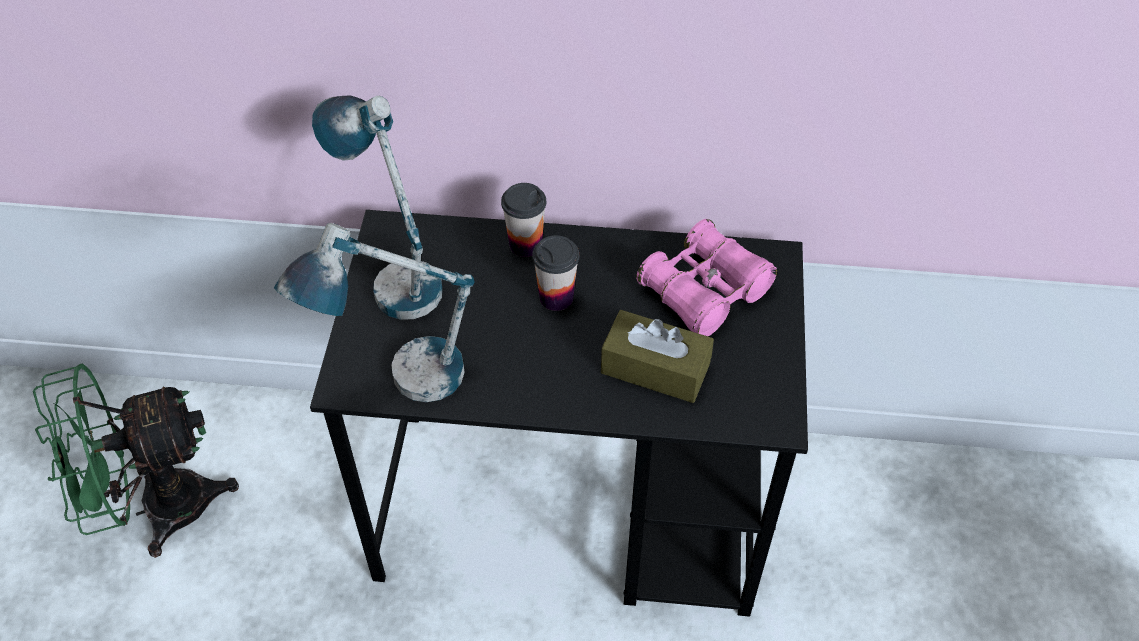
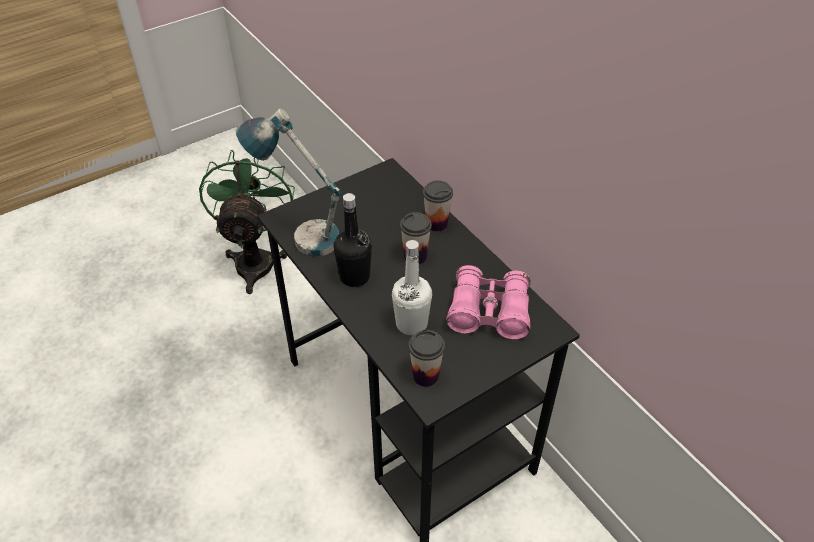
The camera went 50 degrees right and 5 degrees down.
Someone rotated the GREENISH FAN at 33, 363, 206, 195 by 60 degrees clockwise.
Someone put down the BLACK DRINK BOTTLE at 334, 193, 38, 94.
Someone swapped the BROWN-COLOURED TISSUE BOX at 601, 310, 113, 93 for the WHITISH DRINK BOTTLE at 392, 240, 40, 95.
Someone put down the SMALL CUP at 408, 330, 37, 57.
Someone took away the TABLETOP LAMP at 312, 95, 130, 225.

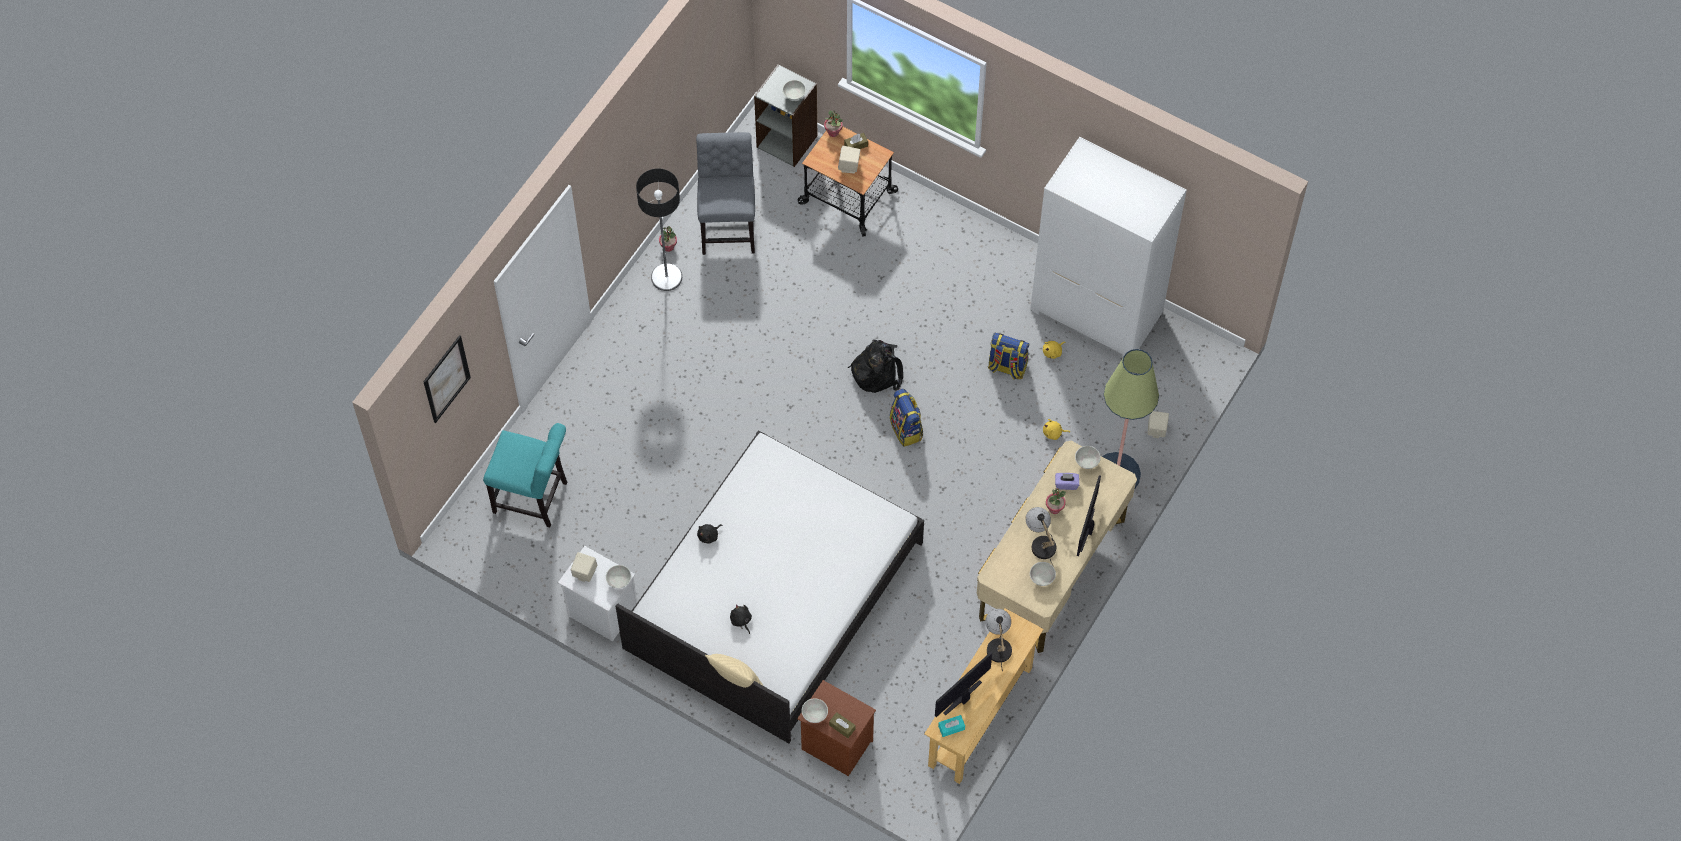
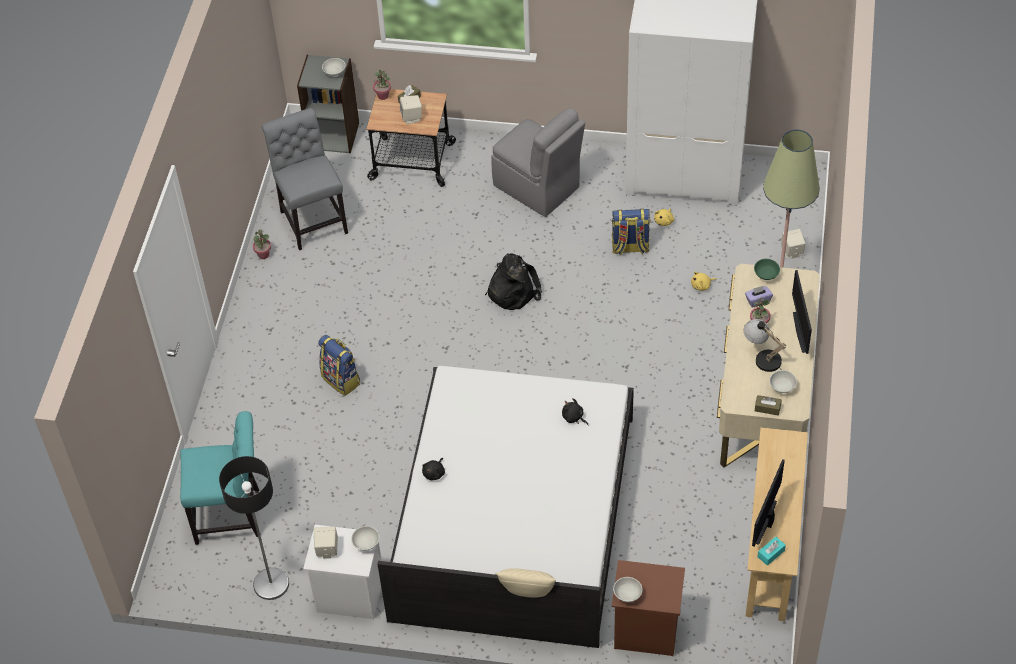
The camera went 20 degrees left and 10 degrees down.
Someone carried the FLOOR LAMP from 636, 168, 46, 123 to 219, 456, 70, 144.
Someone carried the BACKPACK from 890, 389, 33, 58 to 318, 335, 42, 61.
Someone put down the GREYISH CHAIR at 491, 108, 94, 109.
Someone carried the BLACK SOFT TOY from 730, 604, 22, 30 to 562, 398, 26, 27.
Someone repainted the WHITISH SERVING BOWL at 1075, 446, 26, 23, which became the GREENISH SERVING BOWL at 754, 259, 26, 21.
Someone carried the BROWN-COLOURED TISSUE BOX from 829, 712, 27, 26 to 755, 395, 27, 21.
Someone took away the WALL PICTURE at 423, 335, 48, 88.
Someone took away the TABLETOP LAMP at 985, 609, 27, 62.

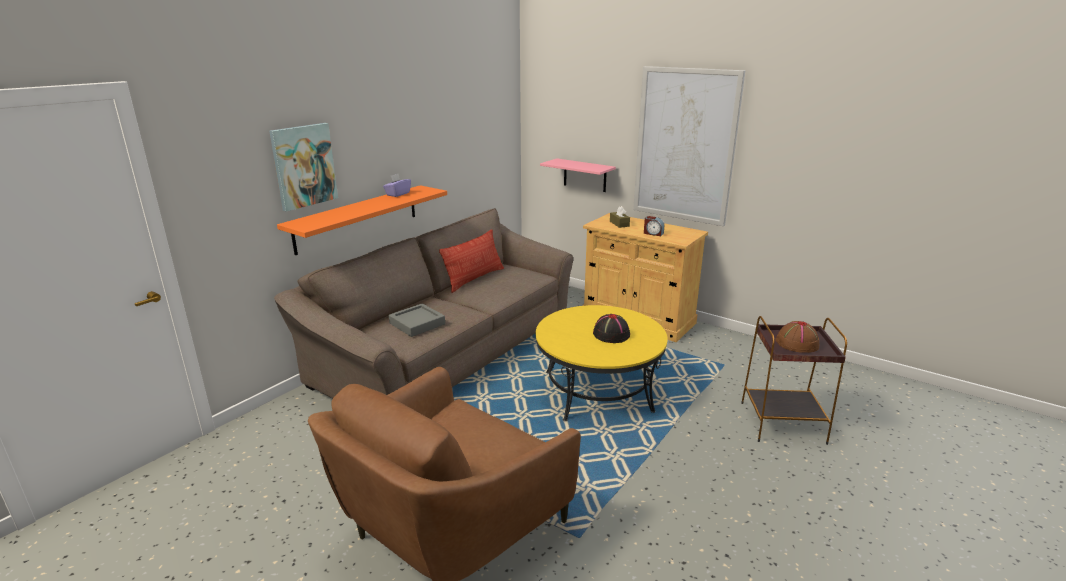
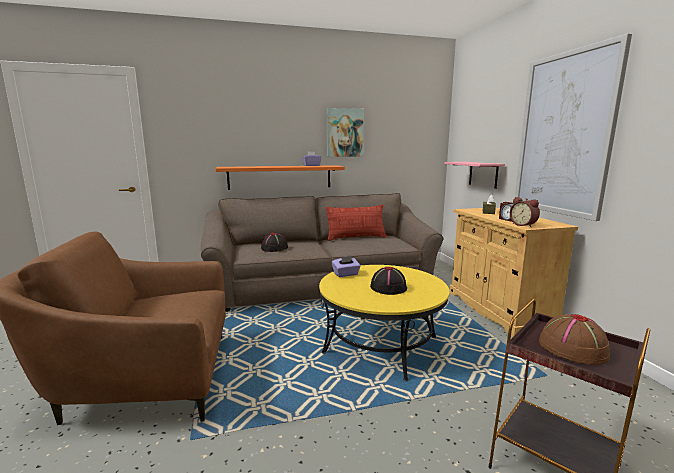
The camera went 40 degrees right and 10 degrees down.
Someone swapped the GREYISH CARRYING TRAY at 389, 303, 56, 34 for the BLACK HAT at 261, 233, 27, 19.
Someone carried the WALL PICTURE from 269, 123, 69, 89 to 326, 108, 38, 49.
Someone put down the PURPLISH TISSUE BOX at 332, 256, 28, 21.
Someone put down the BEDSIDE CLOCK at 510, 197, 30, 30.

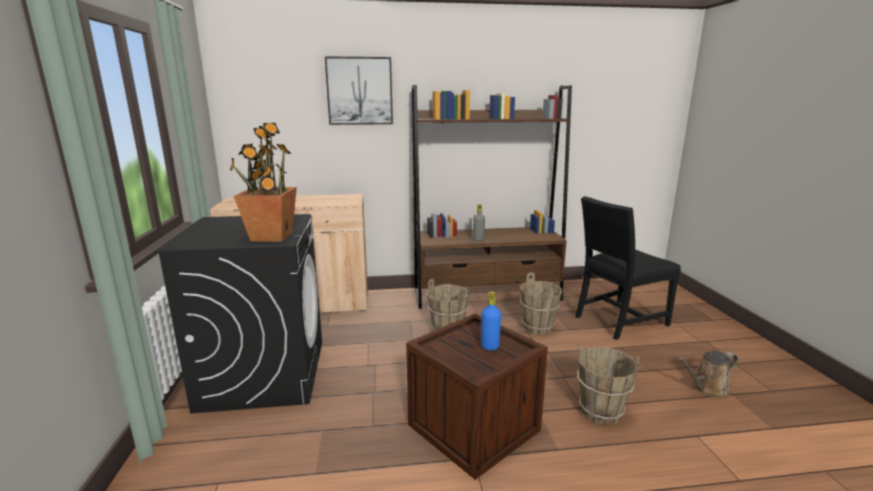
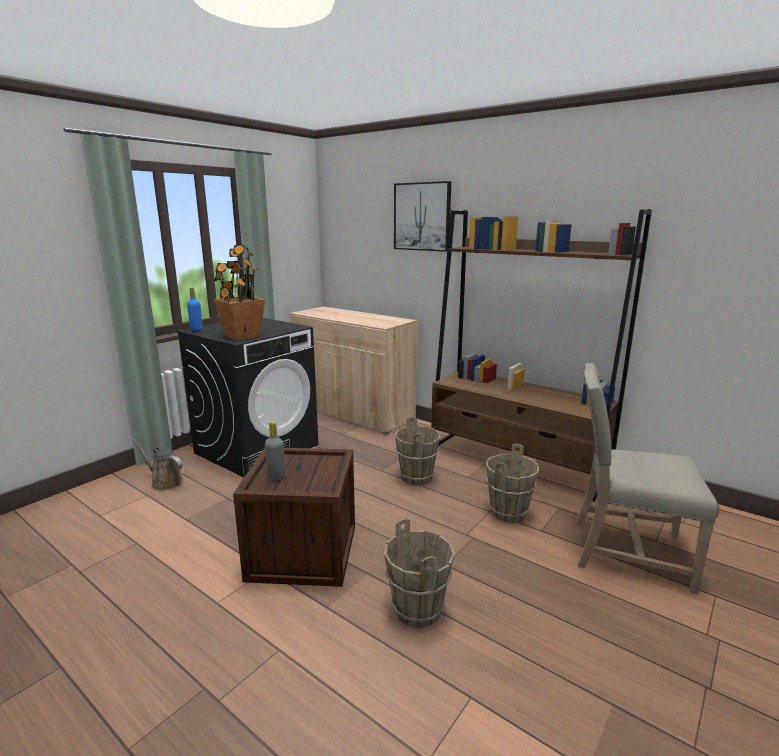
The camera went 45 degrees right and 0 degrees up.
Someone carried the BROWN-COLOURED WATERING CAN from 678, 351, 60, 47 to 133, 439, 50, 52.
Someone carried the BLUE DRINK BOTTLE from 481, 291, 20, 59 to 187, 288, 16, 43.
Someone carried the GREYISH DRINK BOTTLE from 473, 204, 12, 37 to 265, 421, 20, 60.
Someone repainted the BLACK CHAIR at 575, 196, 106, 144, which became the SAND-COLOURED CHAIR at 575, 363, 144, 232.

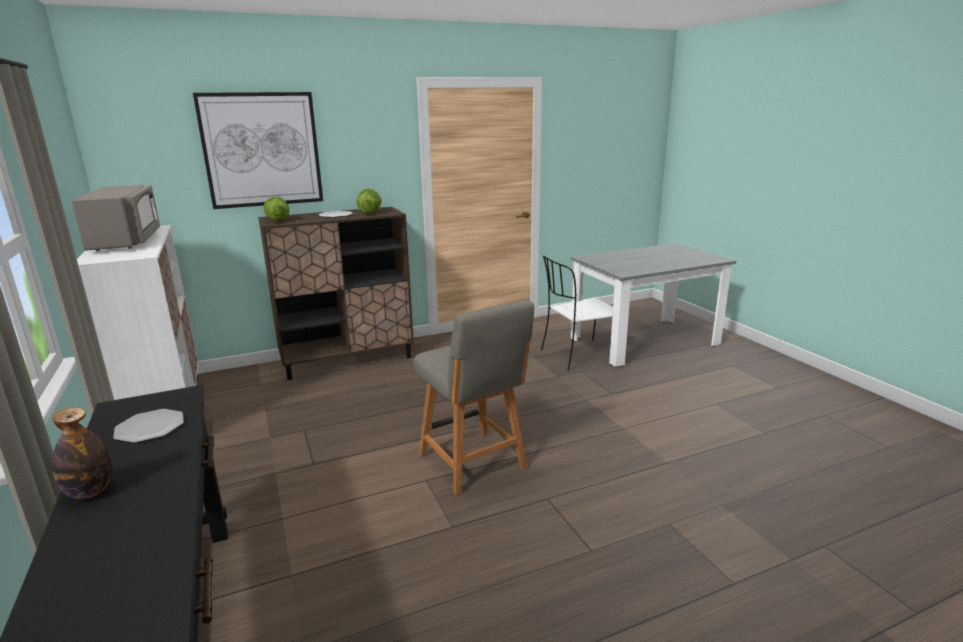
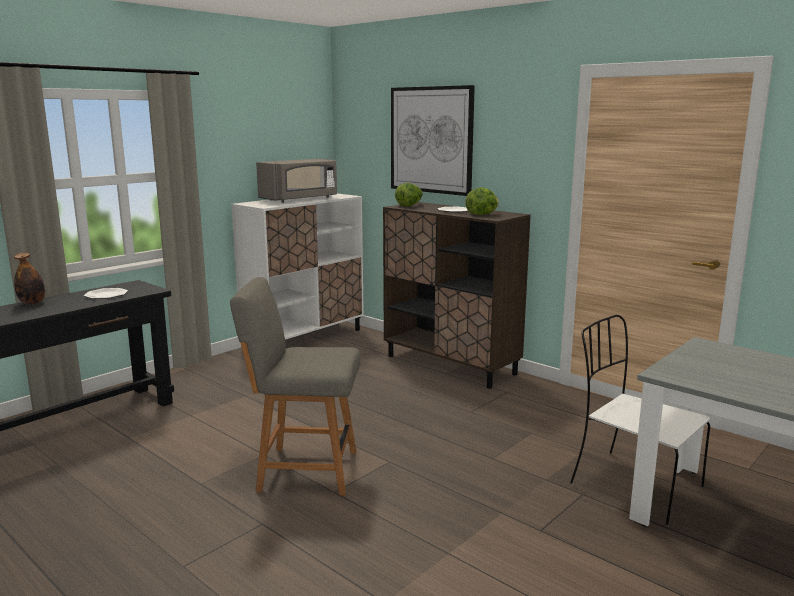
The camera went 65 degrees right and 5 degrees down.
Someone rotated the GREYISH CHAIR at 413, 300, 121, 196 by 60 degrees clockwise.

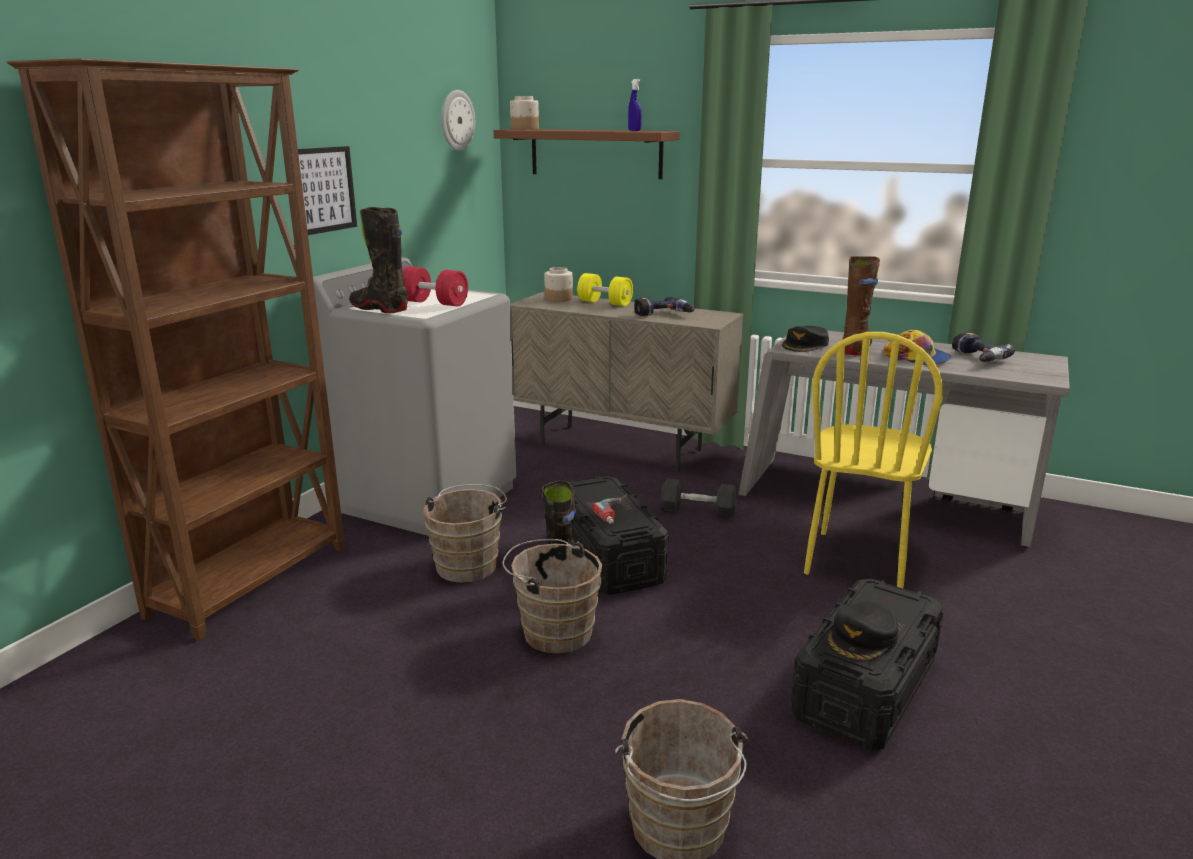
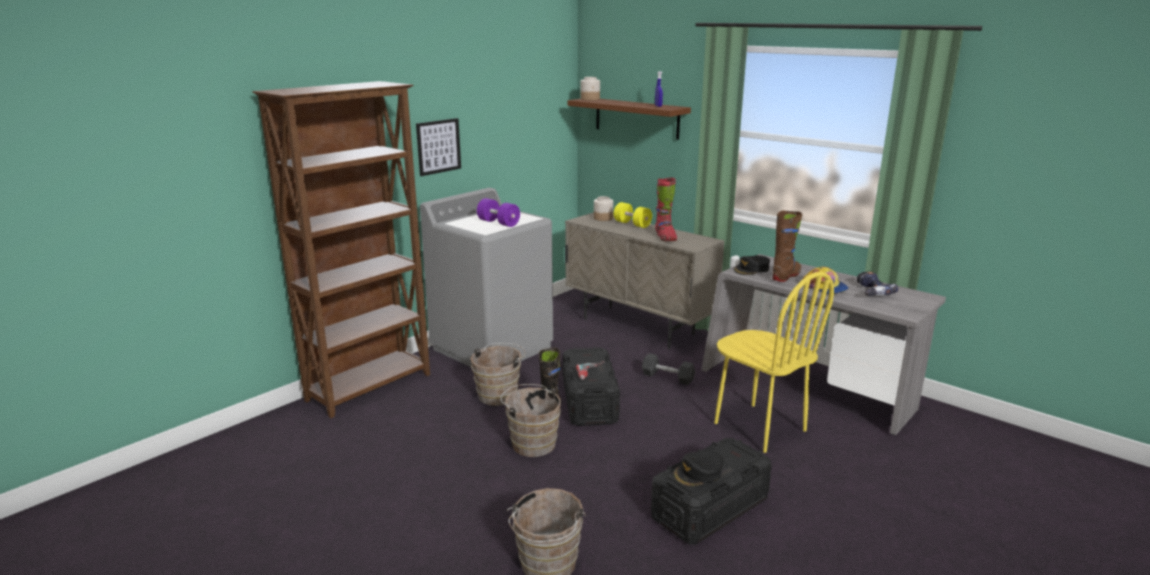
The camera went 15 degrees right and 0 degrees up.
Someone repainted the RED-COLOURED DUMBBELL at 402, 266, 66, 40, which became the PURPLISH DUMBBELL at 477, 198, 43, 29.
Someone swapped the DRILL at 634, 296, 60, 20 for the RED-COLOURED TALL BOOT at 655, 177, 22, 64.
Someone rotated the YELLOW-COLOURED CHAIR at 804, 332, 139, 257 by 75 degrees counterclockwise.
Someone took away the BLACK TALL BOOT at 349, 207, 59, 107.
Someone took away the CLOCK ON THE WALL at 441, 90, 34, 61.

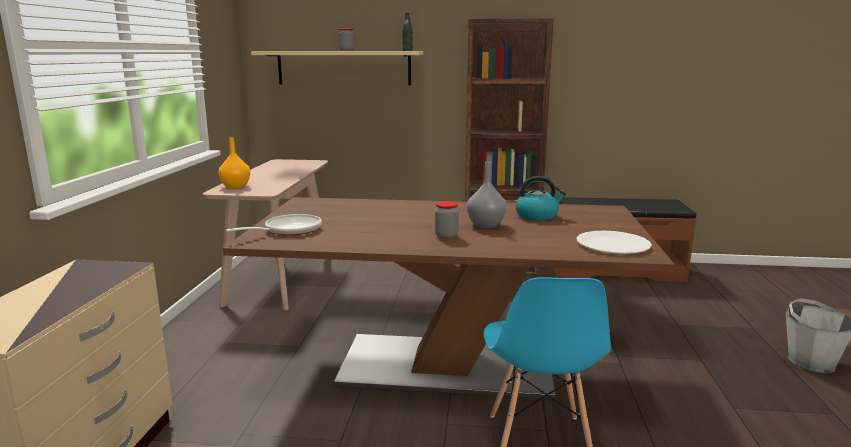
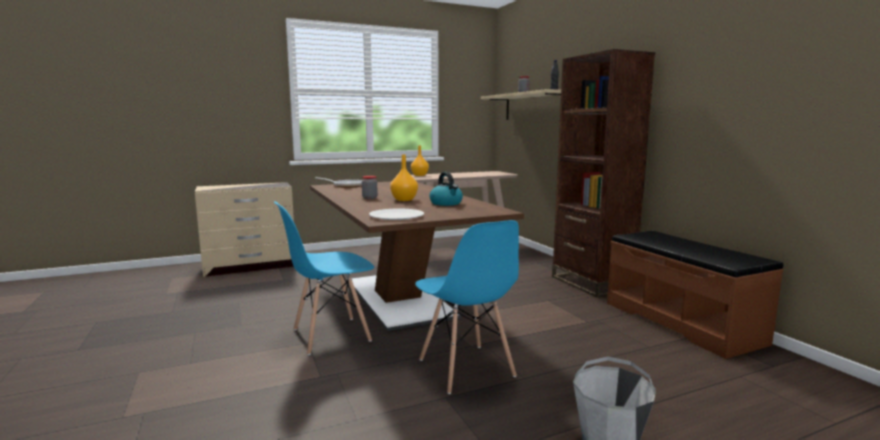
The camera went 60 degrees right and 5 degrees down.
Someone repainted the GREYISH FLOWER VASE at 467, 162, 40, 66, which became the ORANGE-COLOURED FLOWER VASE at 390, 154, 28, 47.
Someone put down the BLUE CHAIR at 415, 220, 104, 174.

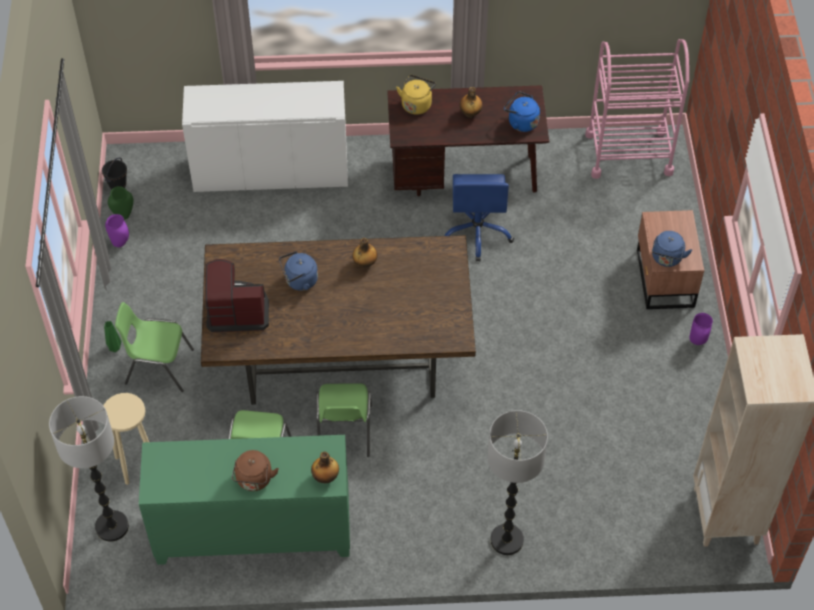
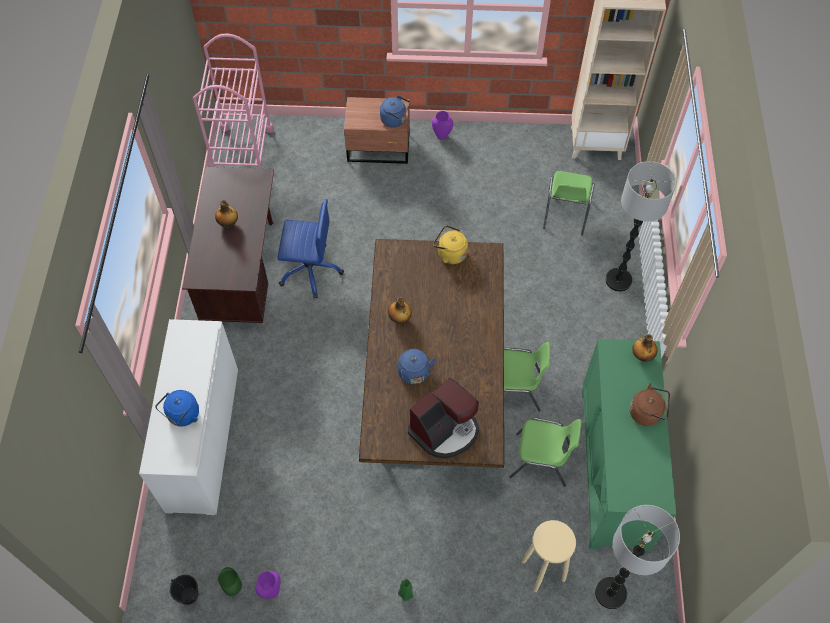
The camera went 85 degrees left and 5 degrees up.
Someone carried the BLUE WATER KETTLE from 504, 92, 36, 40 to 155, 390, 44, 37.
Someone rotated the COFFEE MACHINE at 205, 259, 64, 73 by 135 degrees counterclockwise.
Someone carried the YELLOW-COLOURED WATER KETTLE from 396, 75, 40, 40 to 433, 225, 35, 39.
Someone carried the GREENISH CHAIR from 115, 302, 79, 90 to 543, 171, 52, 65.

